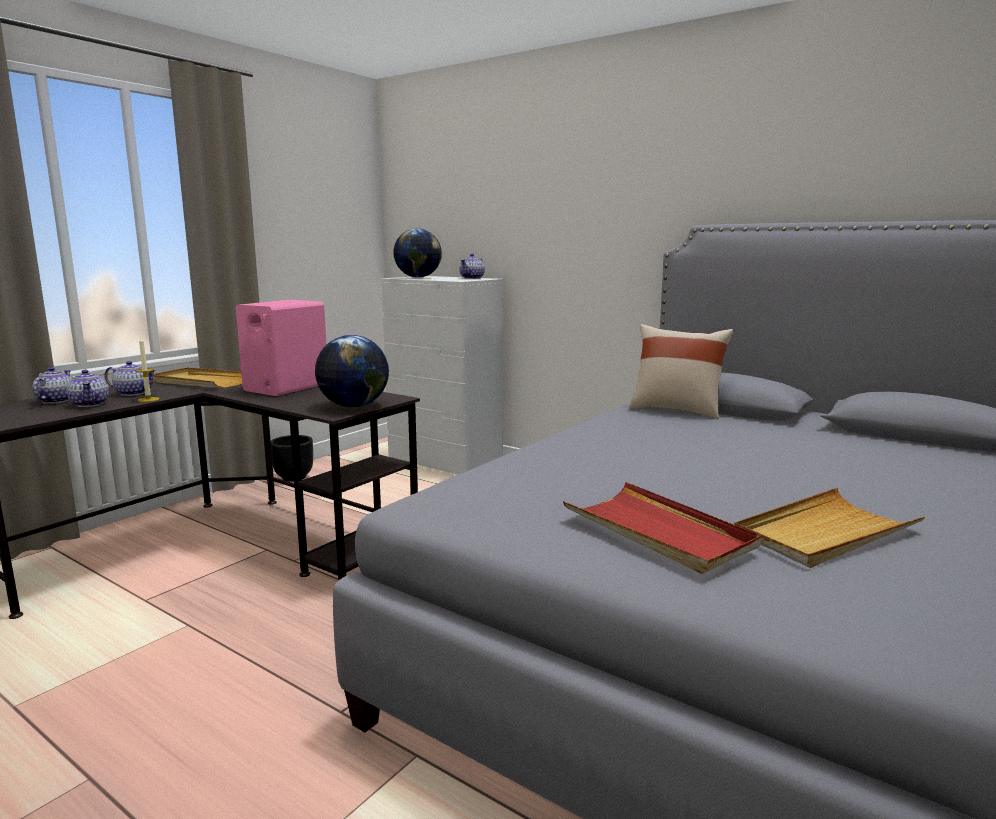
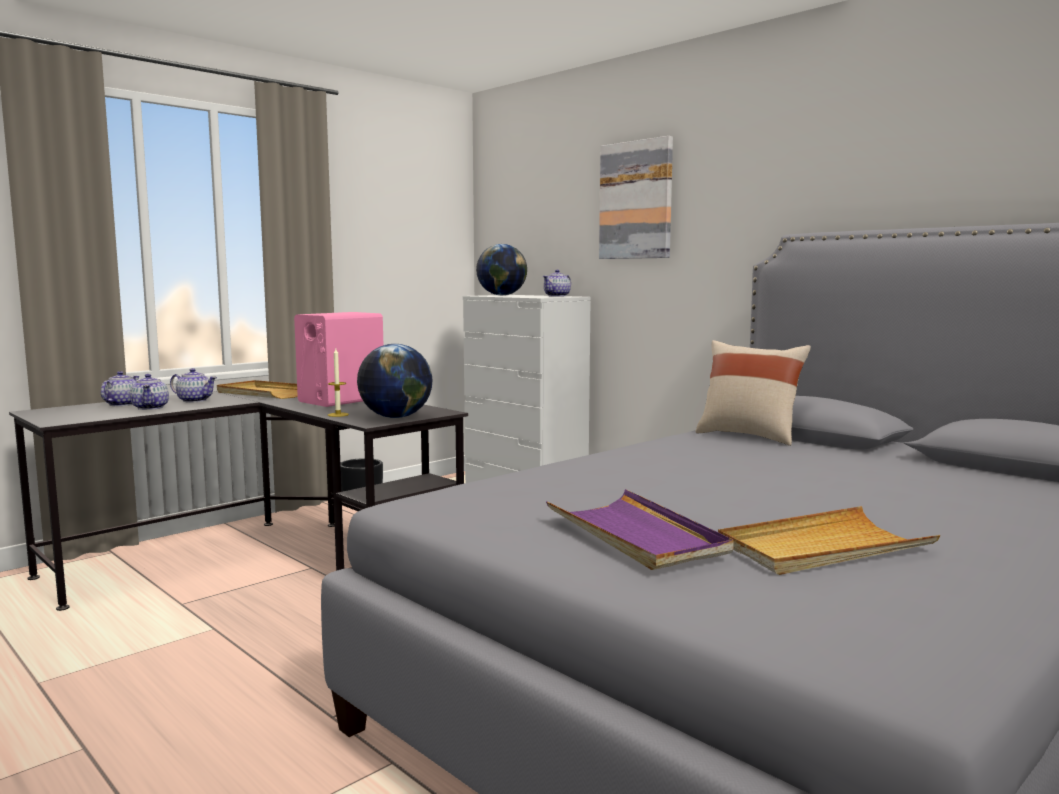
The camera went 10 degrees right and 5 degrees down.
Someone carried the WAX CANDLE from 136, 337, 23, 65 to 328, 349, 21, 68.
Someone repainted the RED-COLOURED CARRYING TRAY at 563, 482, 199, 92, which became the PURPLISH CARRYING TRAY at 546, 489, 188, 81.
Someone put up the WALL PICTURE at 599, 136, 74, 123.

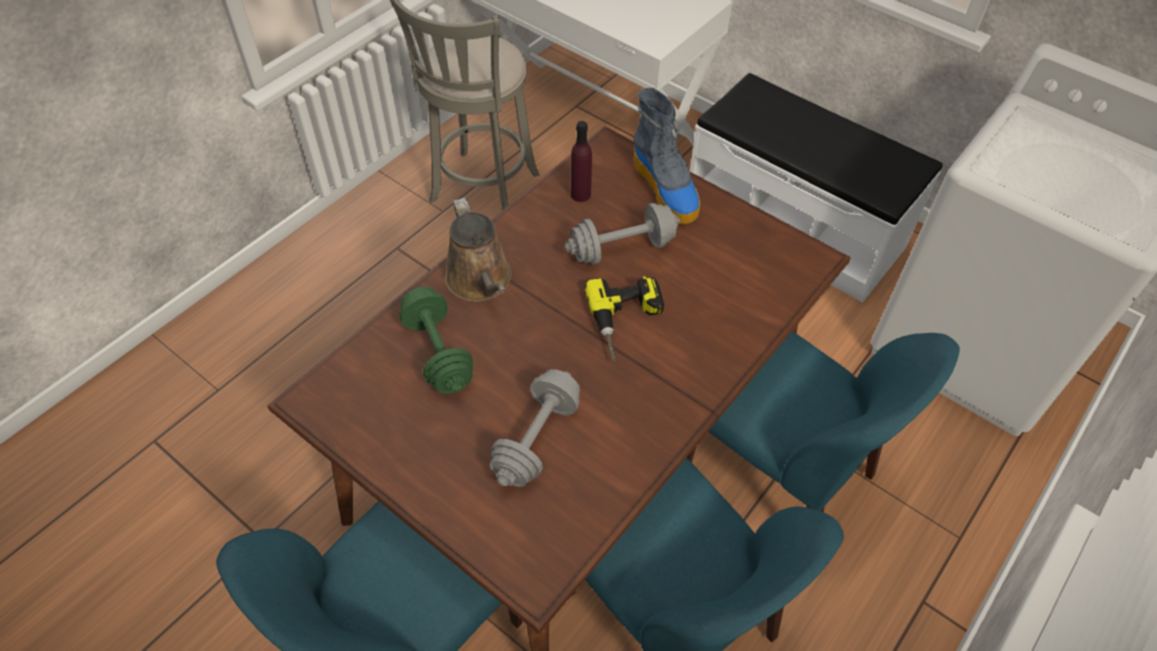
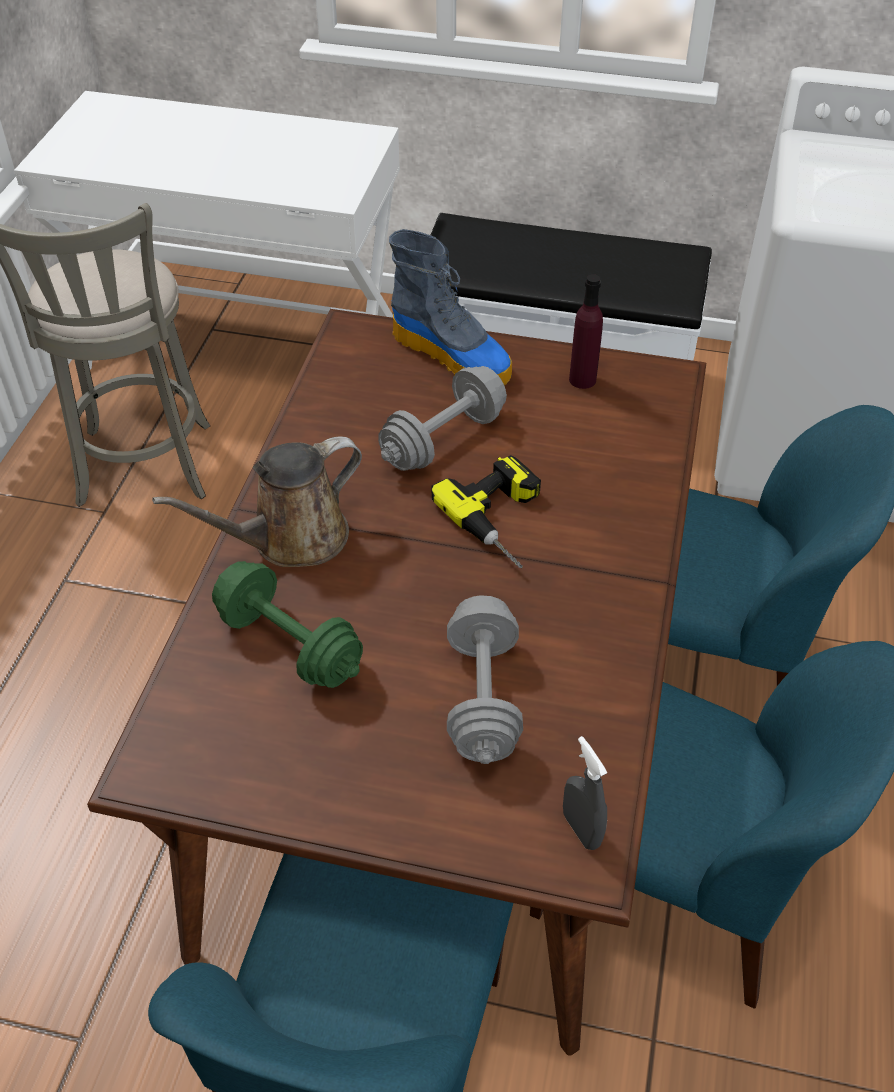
The camera went 25 degrees left and 5 degrees down.
Someone rotated the BROWN-COLOURED WATERING CAN at 445, 198, 67, 104 by 105 degrees clockwise.
Someone put down the GREYISH SPRAYER at 563, 736, 44, 114.
Someone carried the PURPLISH DRINK BOTTLE from 571, 121, 21, 81 to 569, 274, 34, 115.

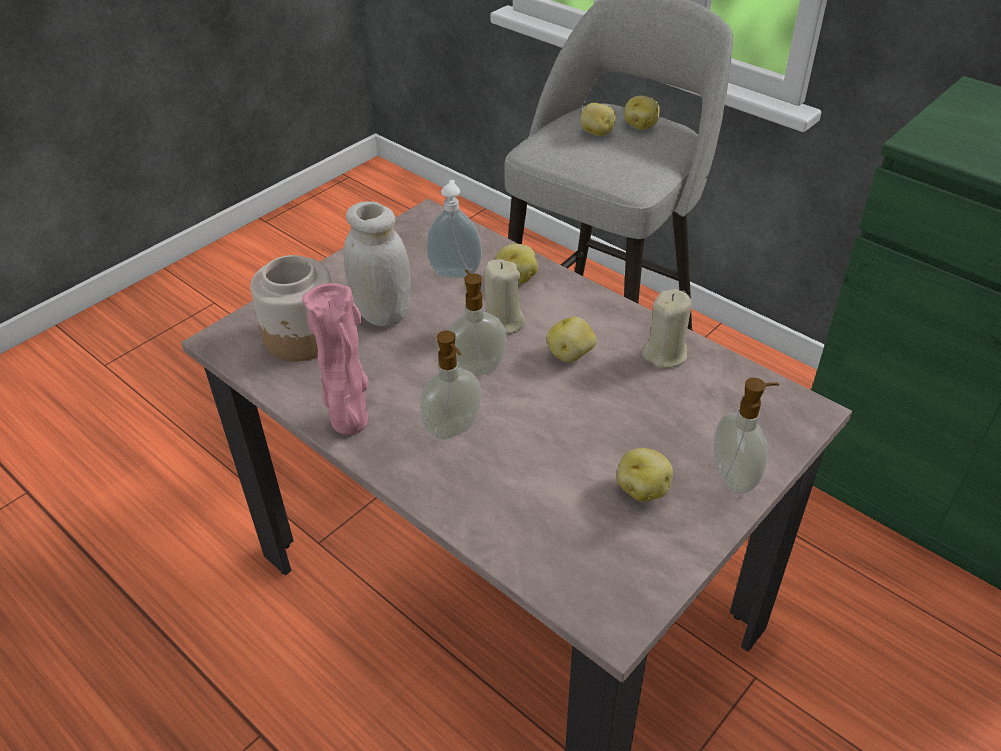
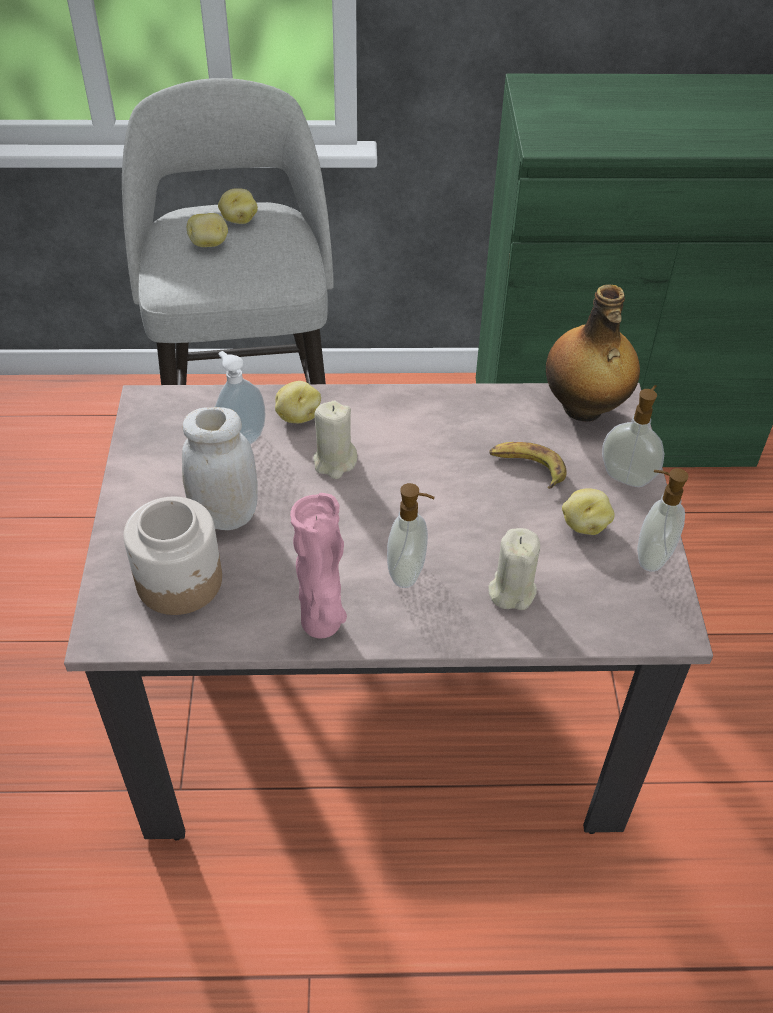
The camera went 45 degrees left and 5 degrees up.
Someone carried the SAND-COLOURED WAX CANDLE from 641, 289, 51, 80 to 488, 528, 52, 82.
Someone put down the WHOLE BANANA at 489, 442, 78, 47.
Someone put down the DRINK BOTTLE at 546, 285, 94, 137.
Someone carried the SOAP DISPENSER from 448, 270, 59, 107 to 637, 468, 51, 104.
Someone took away the WHOLE POTATO at 547, 317, 49, 45.

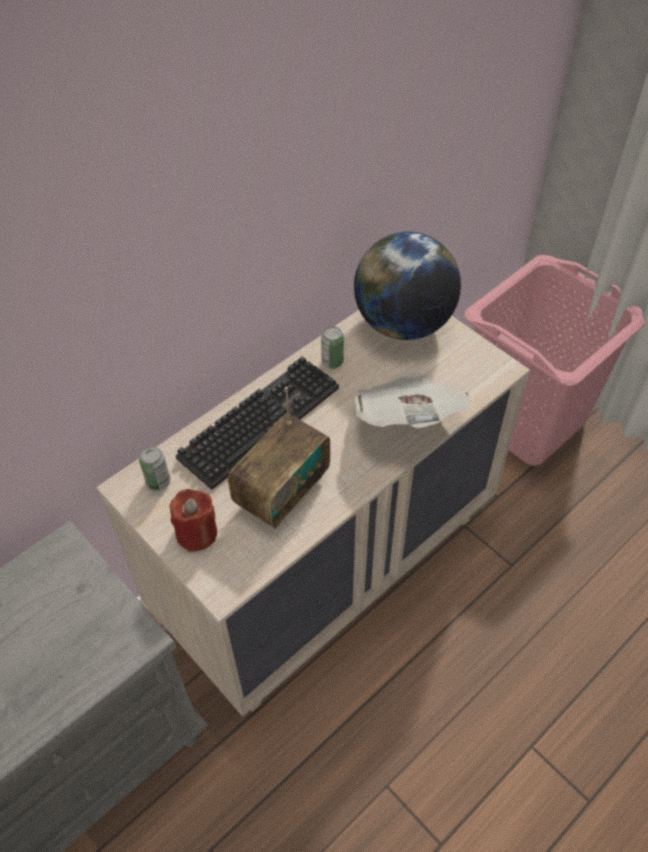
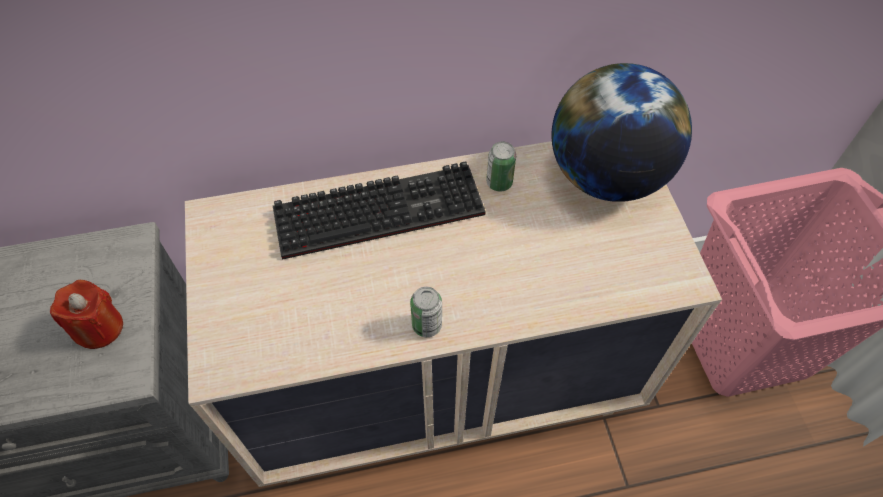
The camera went 30 degrees right and 5 degrees up.
Someone carried the RED-COLOURED WAX CANDLE from 169, 489, 48, 63 to 50, 280, 73, 69.
Someone carried the METAL CAN from 139, 447, 31, 44 to 410, 287, 32, 50.
Someone took away the RADIO at 228, 387, 102, 142.
Someone took away the NEWSPAPER at 355, 373, 115, 55.

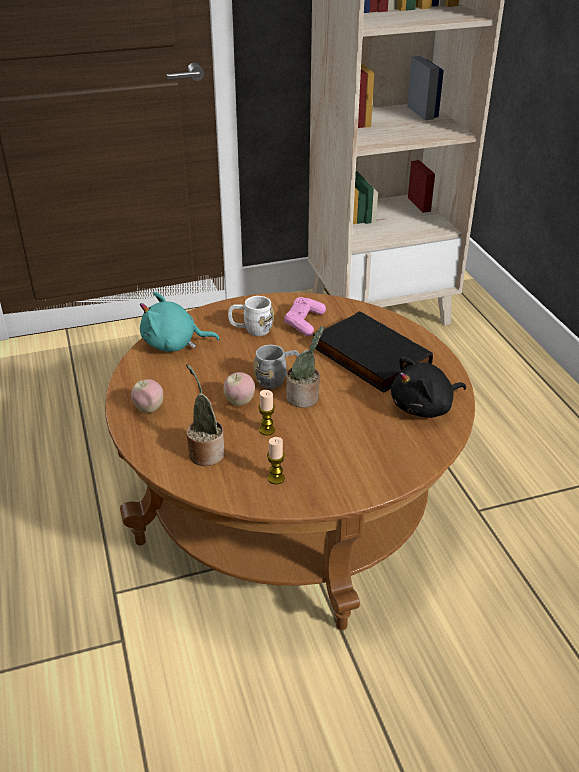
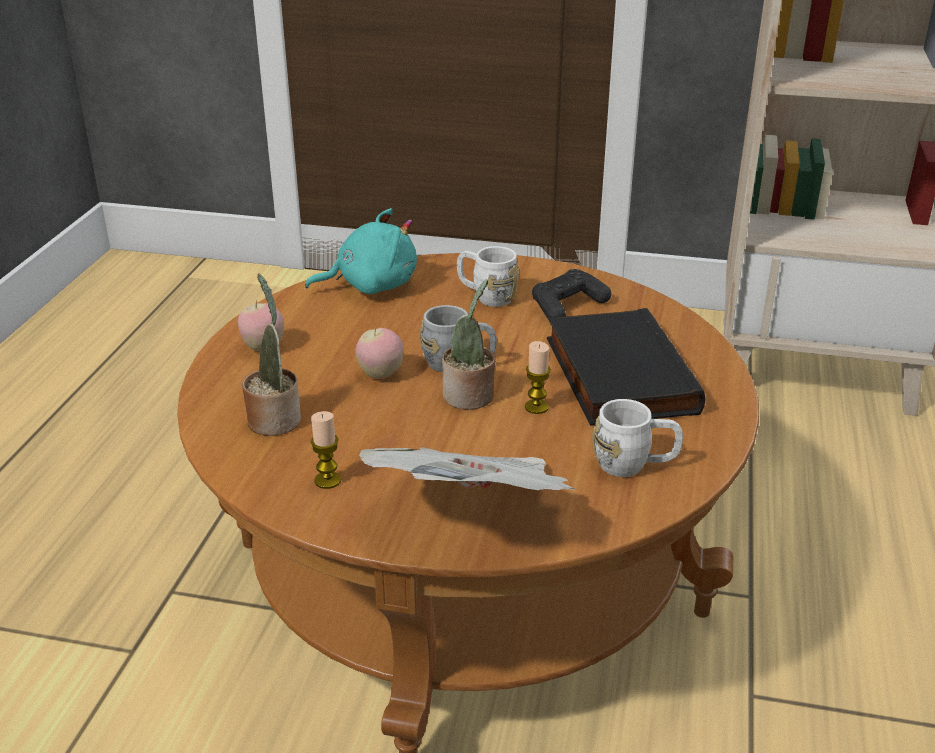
The camera went 30 degrees right and 5 degrees down.
Someone rotated the TURQUOISE SOFT TOY at 140, 292, 79, 60 by 135 degrees clockwise.
Someone put down the NEWSPAPER at 359, 447, 216, 43.
Someone carried the WAX CANDLE from 258, 390, 17, 45 to 525, 341, 26, 73.
Someone repainted the PINK GAMEPAD at 284, 297, 42, 39, which became the BLACK GAMEPAD at 532, 269, 79, 49.
Someone swapped the BLACK SOFT TOY at 391, 357, 75, 61 for the WHITISH TEA MUG at 592, 399, 91, 78.

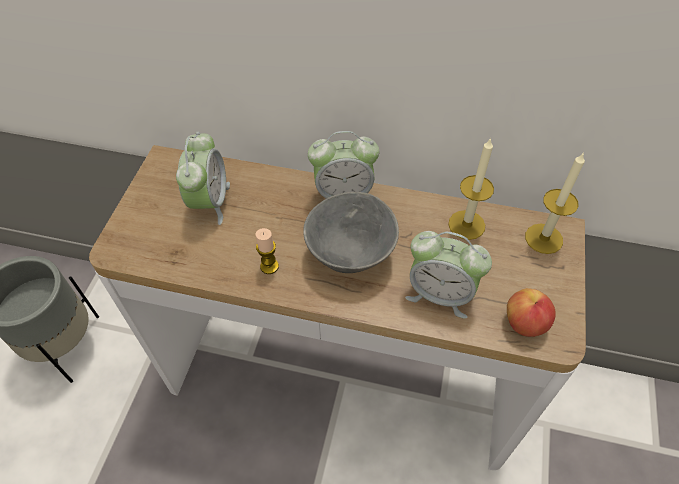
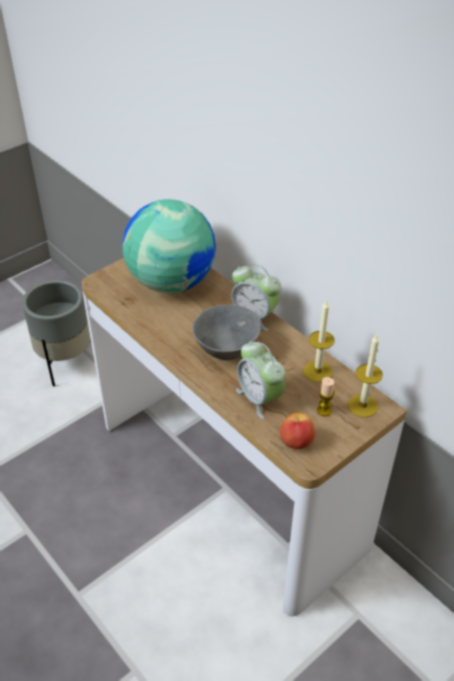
The camera went 35 degrees right and 10 degrees down.
Someone swapped the BEDSIDE CLOCK at 176, 132, 54, 93 for the GLOBE at 122, 199, 94, 94.
Someone carried the WAX CANDLE from 256, 228, 23, 46 to 317, 377, 17, 39.

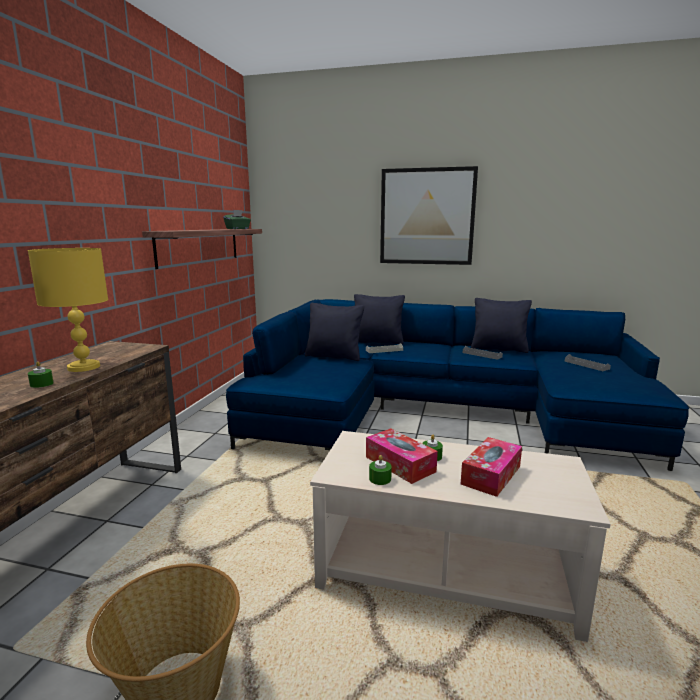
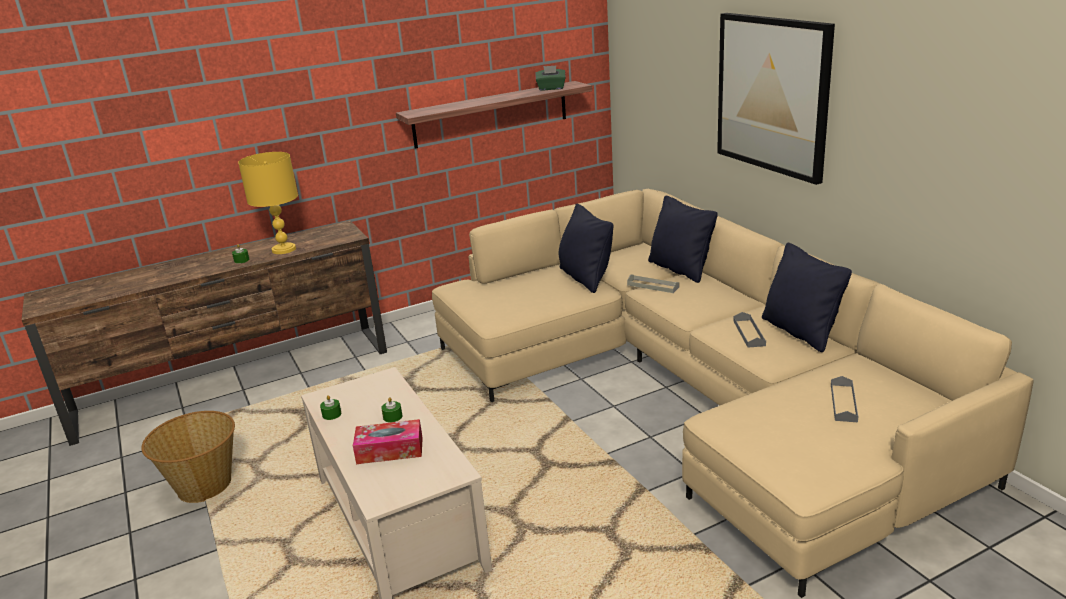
The camera went 50 degrees right and 10 degrees up.
Someone repainted the BLUE SETTEE at 226, 299, 463, 172, which became the SAND-COLOURED SETTEE at 432, 189, 602, 409.
Someone took away the TISSUE BOX at 366, 428, 72, 56.

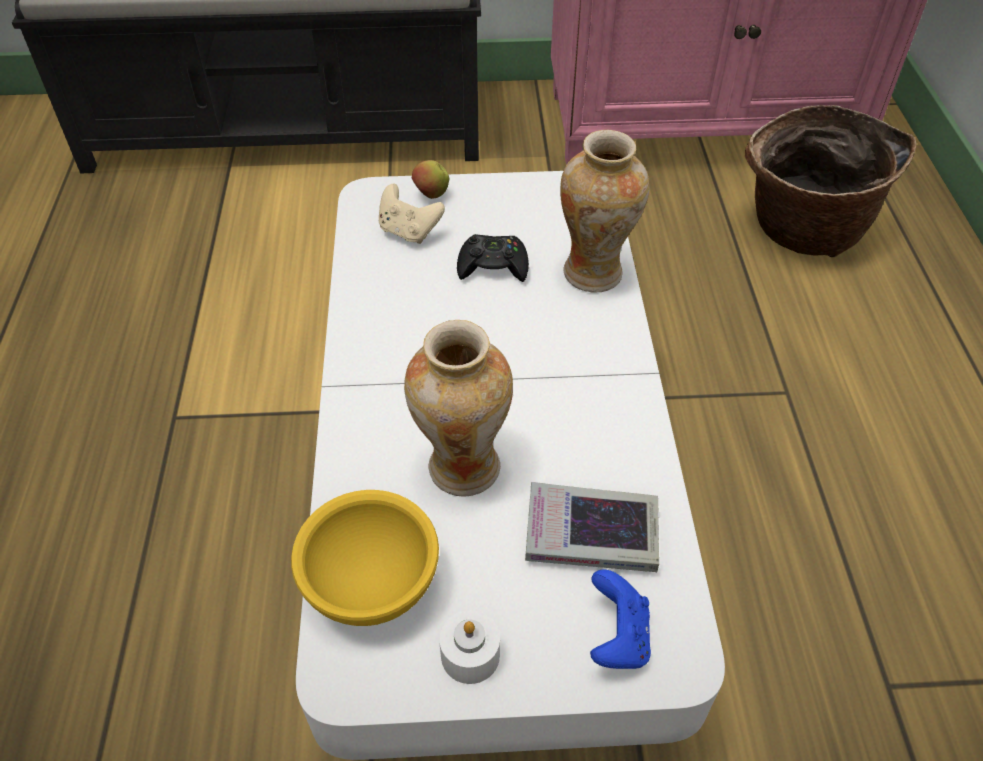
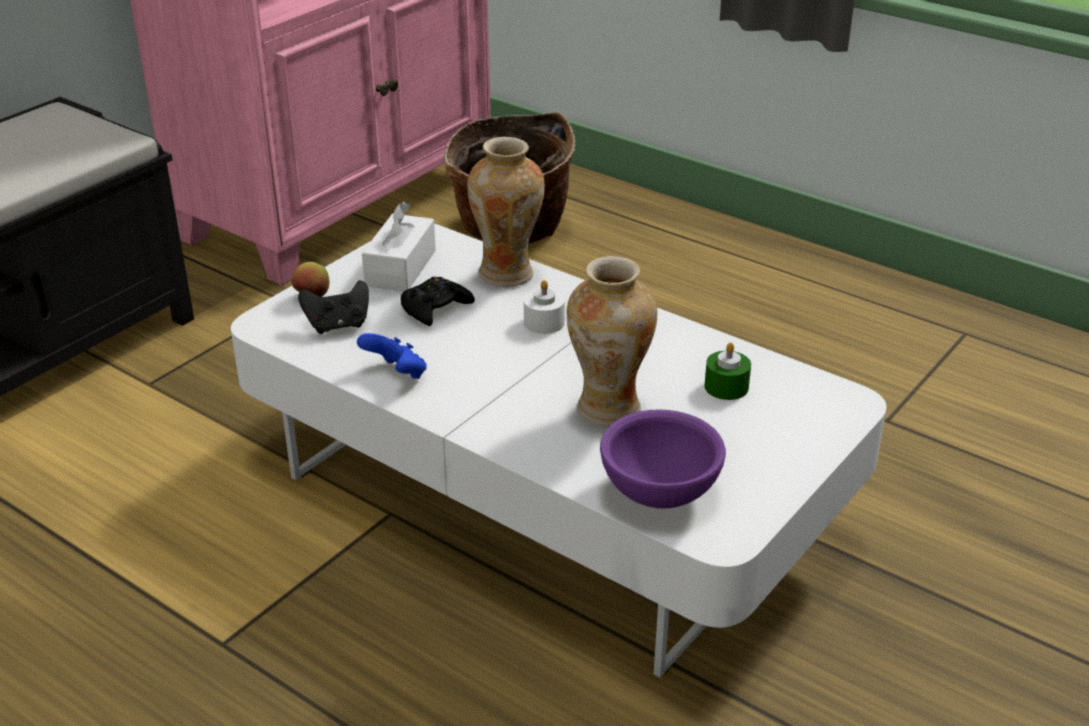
The camera went 50 degrees left and 15 degrees down.
Someone repainted the SAND-COLOURED GAMEPAD at 379, 184, 66, 60, which became the BLACK GAMEPAD at 298, 280, 71, 54.
Someone carried the BLUE GAMEPAD from 590, 569, 61, 100 to 357, 333, 70, 46.
Someone put down the WHITISH TISSUE BOX at 362, 201, 74, 90.
Someone carried the WHITISH WAX CANDLE from 439, 610, 61, 74 to 524, 280, 41, 54.
Someone repainted the YELLOW-COLOURED SERVING BOWL at 291, 490, 148, 136, which became the PURPLISH SERVING BOWL at 600, 409, 126, 99.
Someone swapped the BOOK at 525, 482, 134, 90 for the GREENISH WAX CANDLE at 704, 342, 47, 58.

